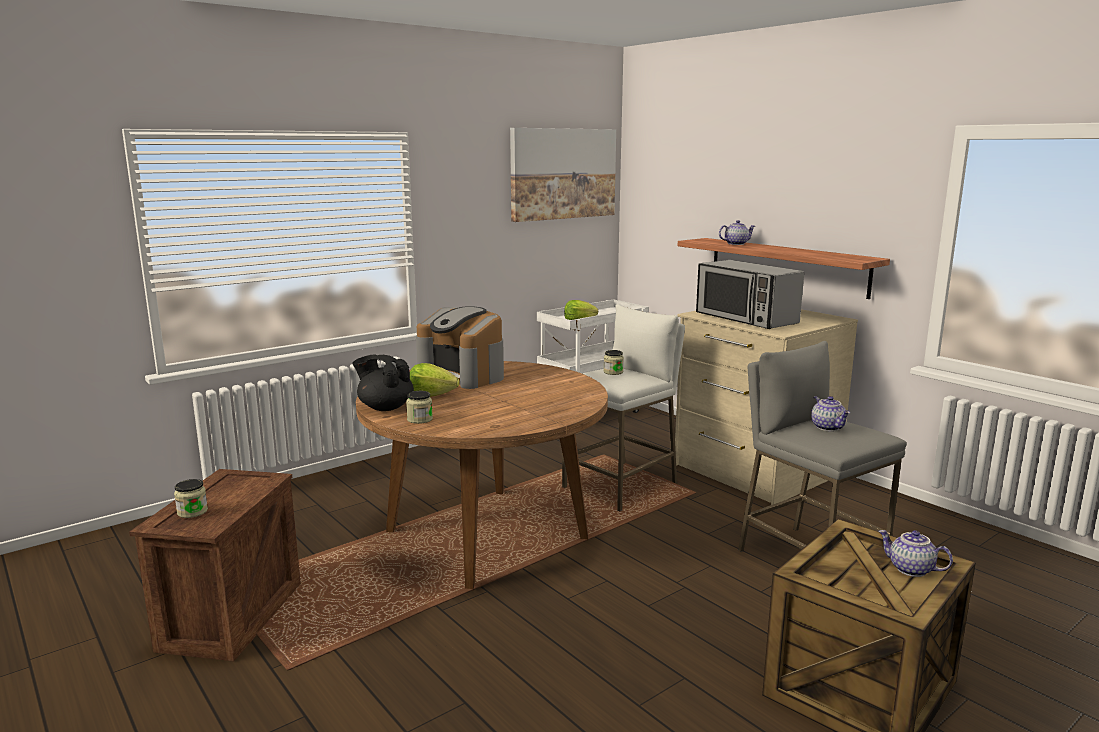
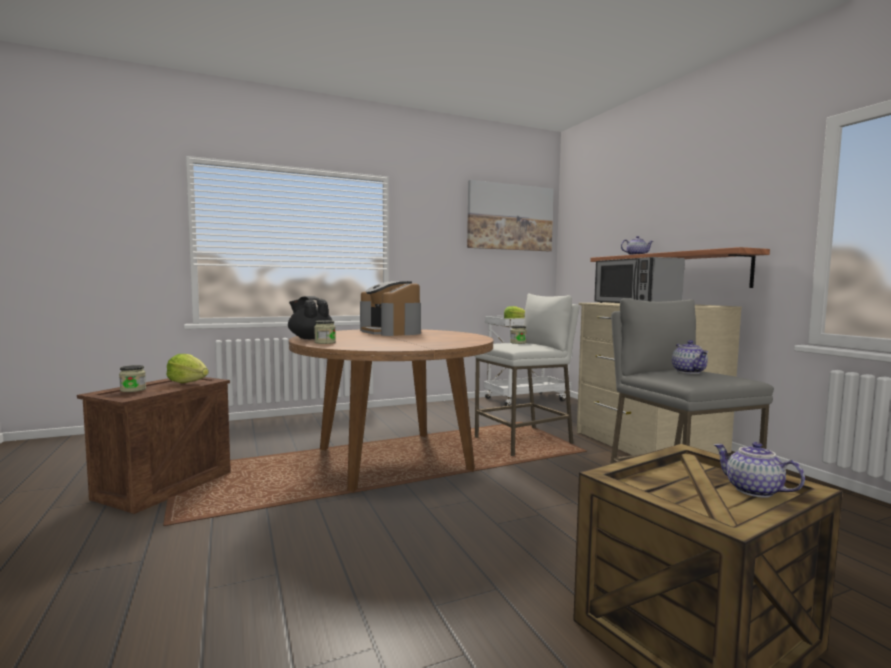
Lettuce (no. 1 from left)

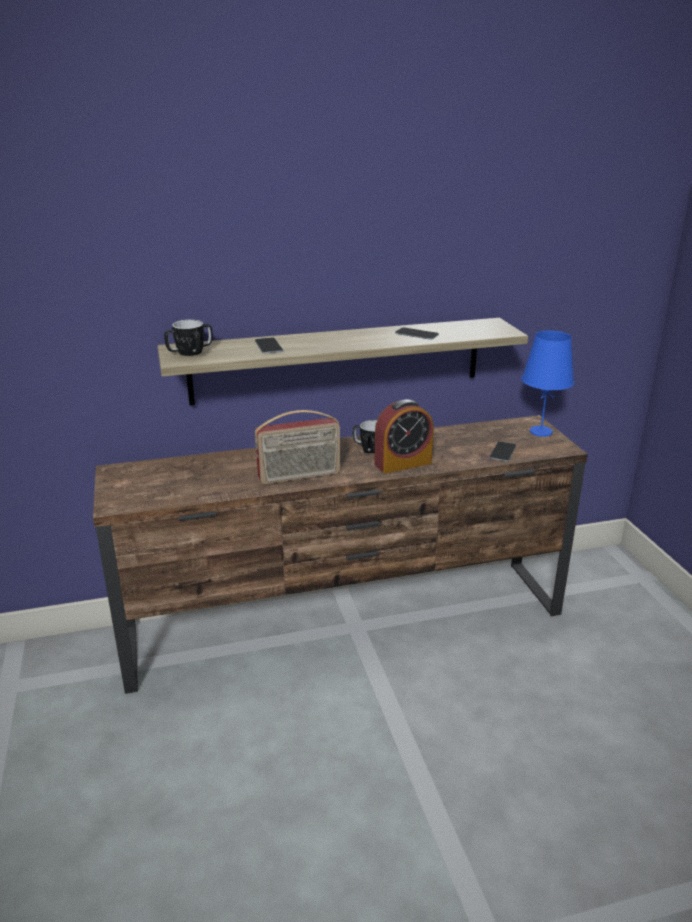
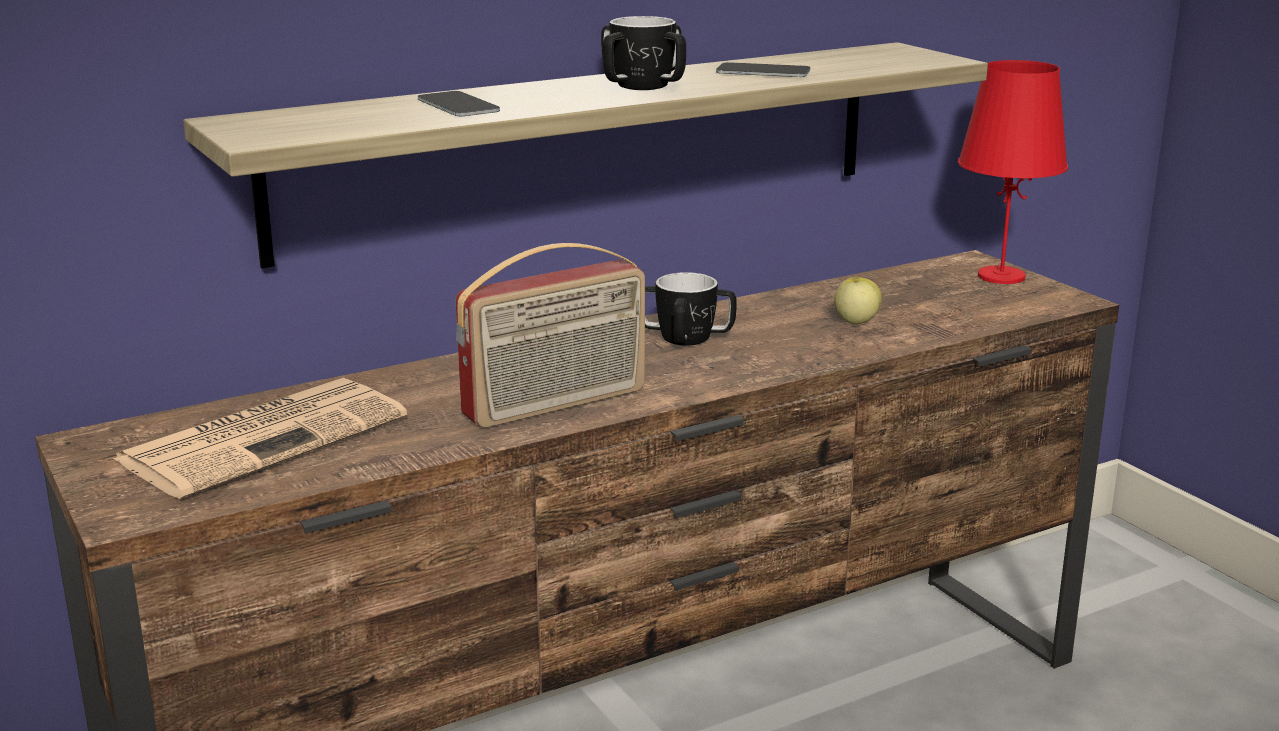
Mug (no. 1 from left); RedTableLamp; AlarmClock; Phone (no. 3 from left in the first image); Apple; Newspaper

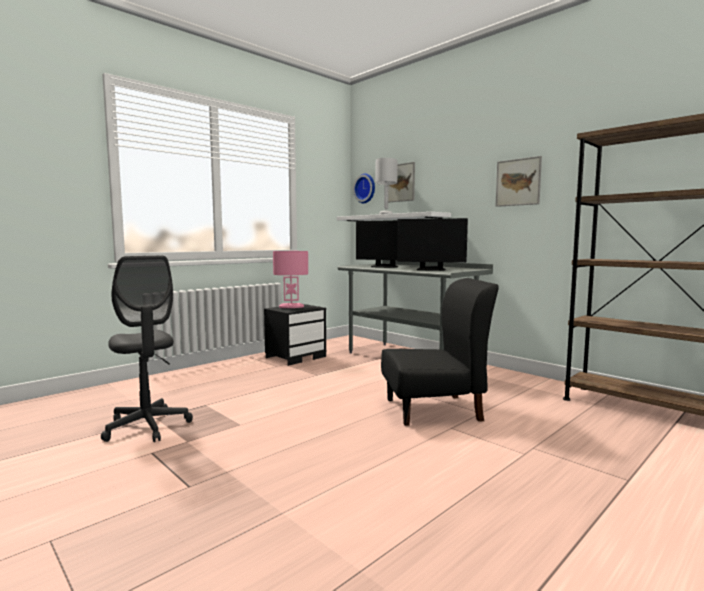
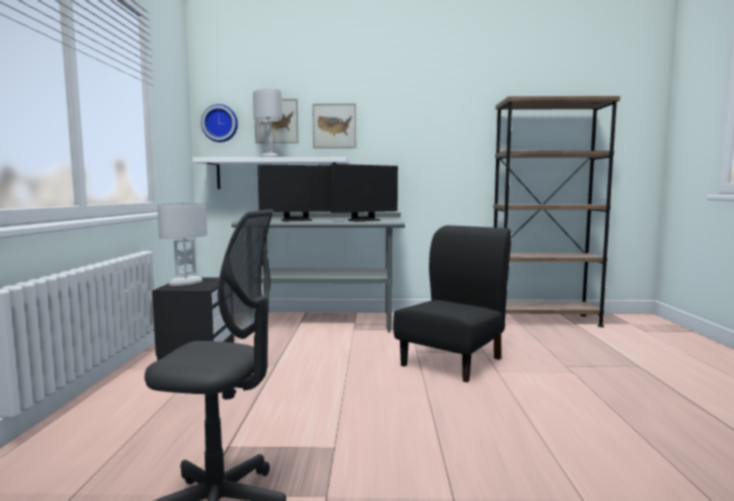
Picture (no. 2 from left); WhiteTableLamp (no. 1 from left)

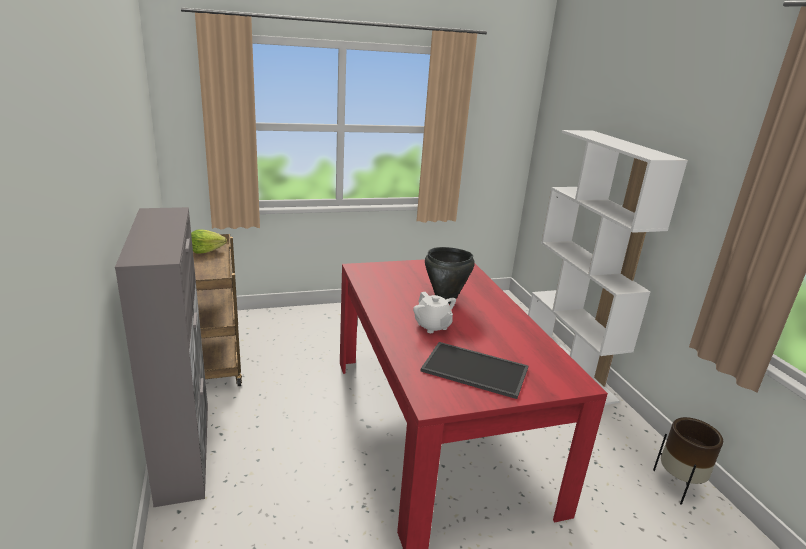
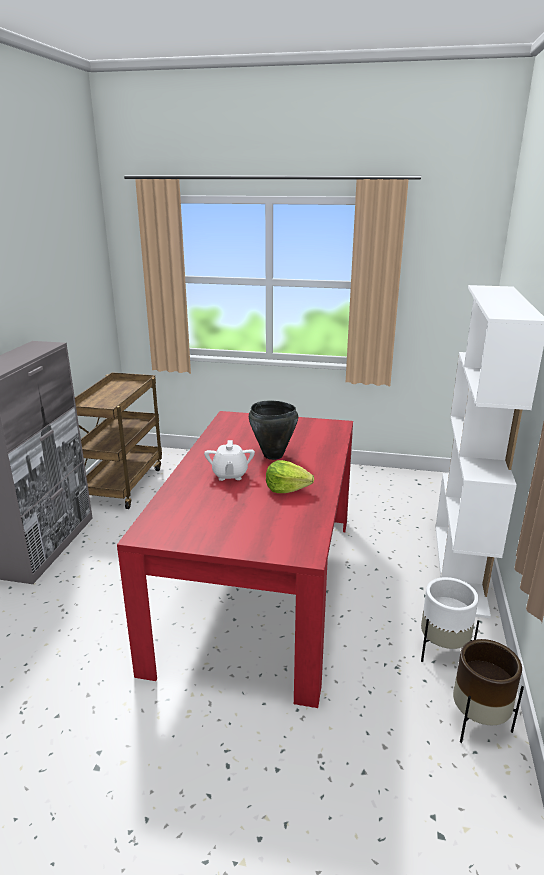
Lettuce; Tray; WhitePlanter

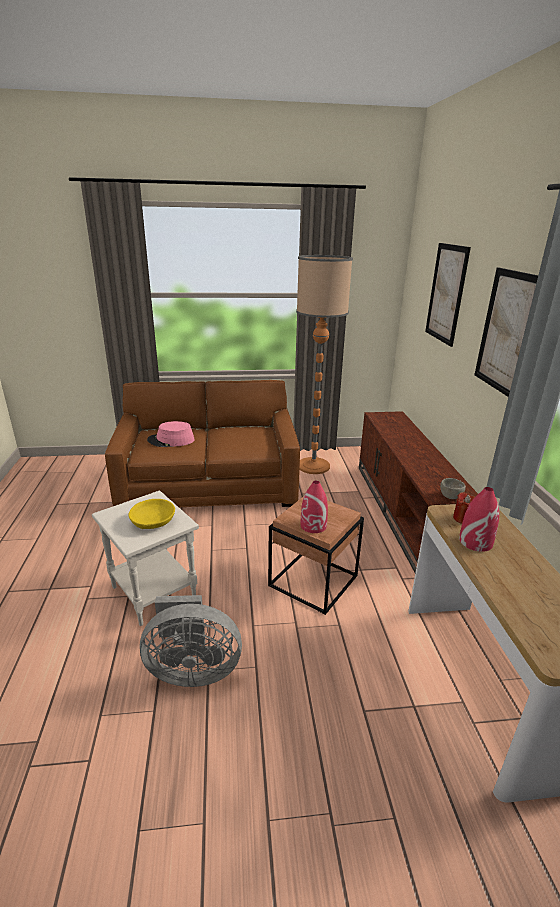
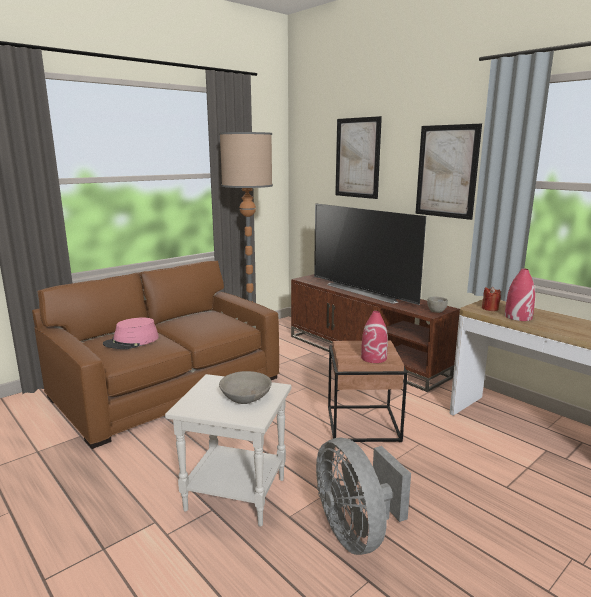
GreyBowl (no. 1 from left); GreyFan; Television

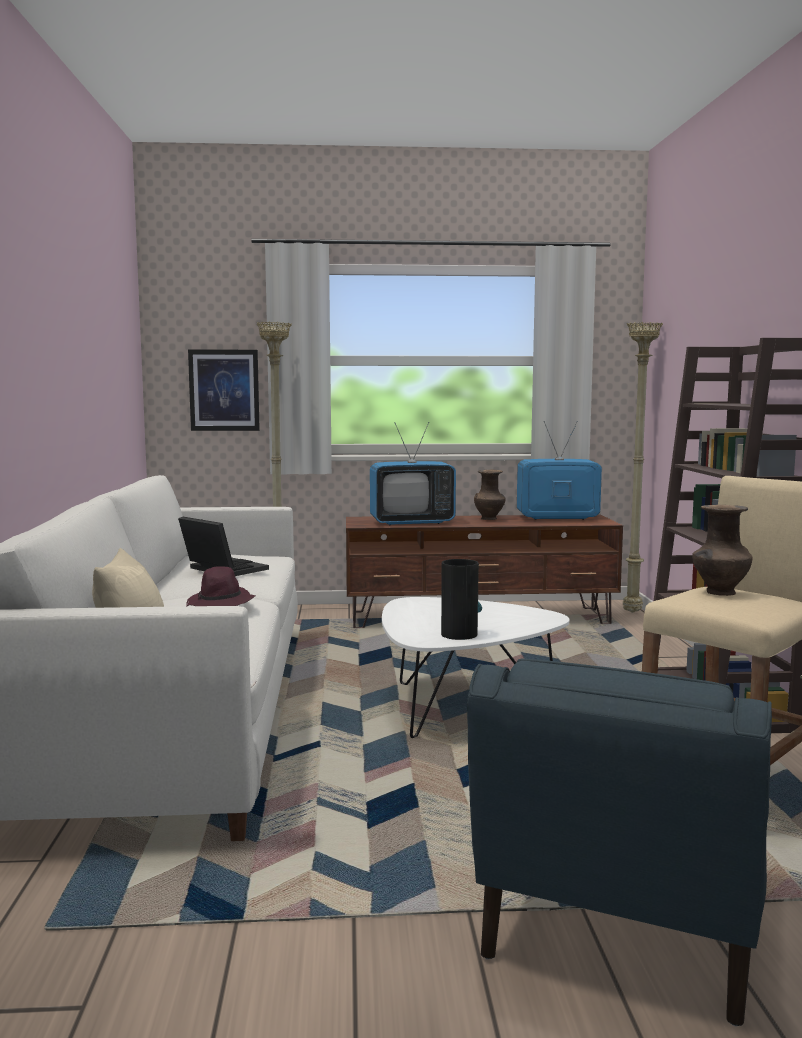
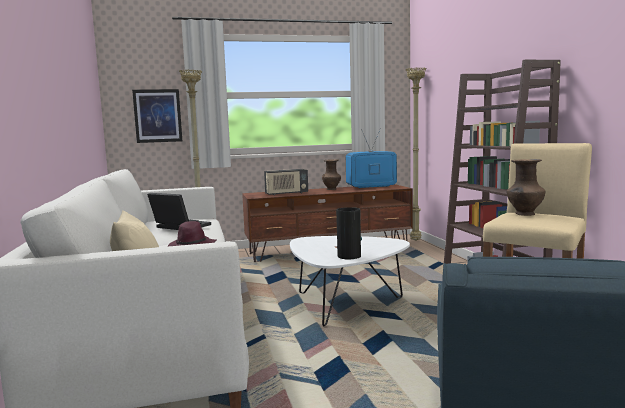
Radio

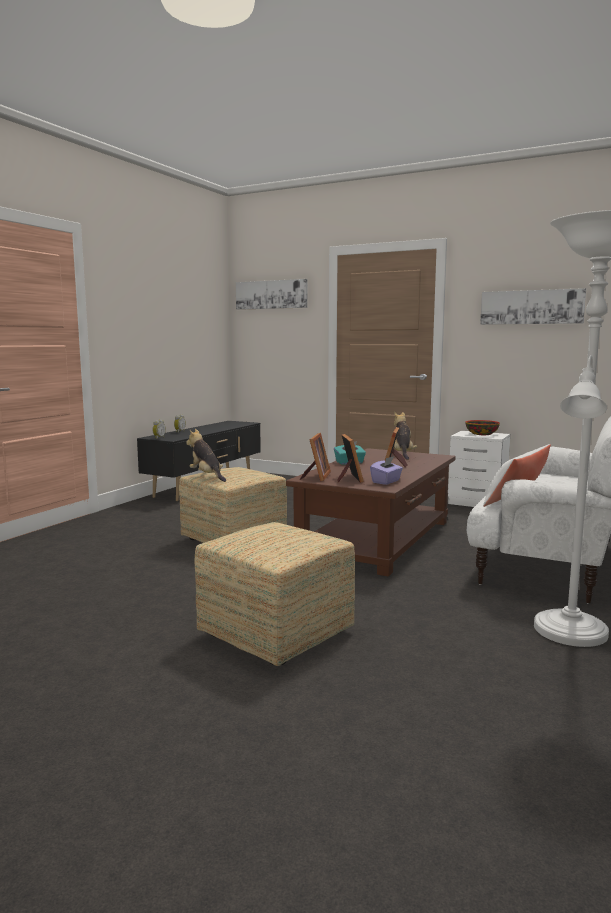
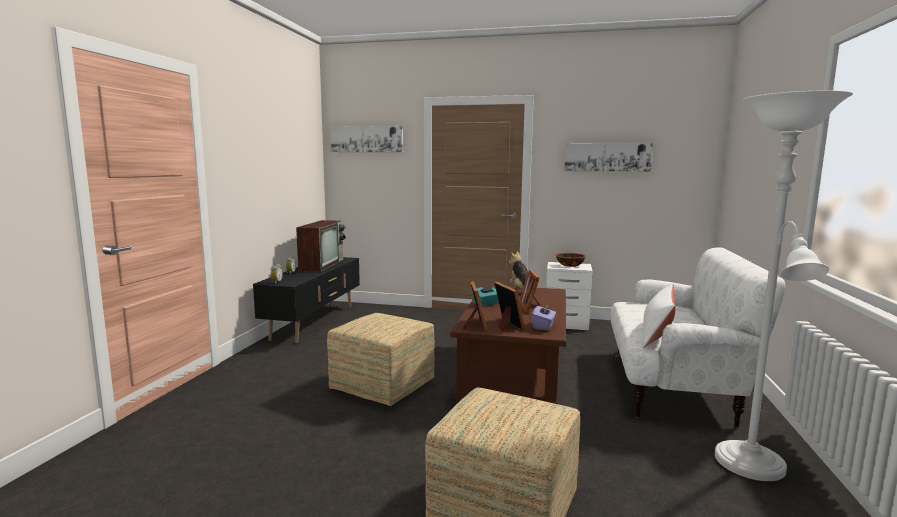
PlushToy (no. 1 from left in the first image); Television

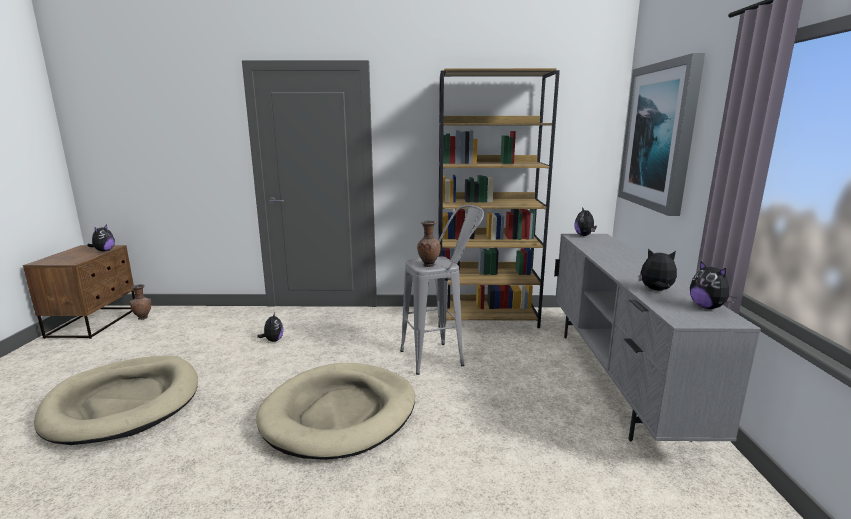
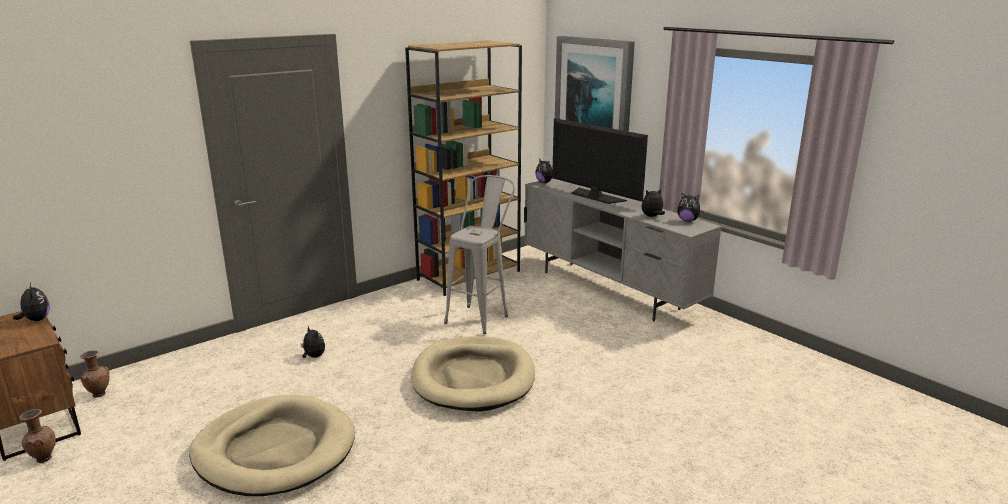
BrownVase (no. 1 from left); Television

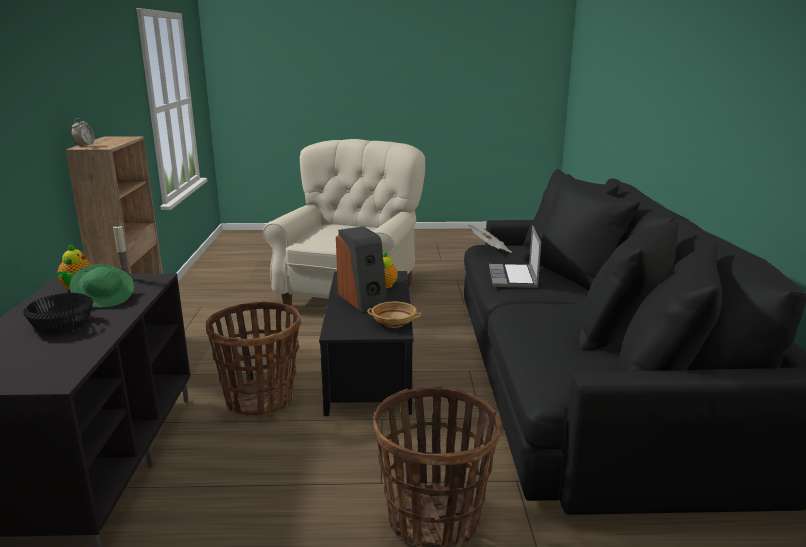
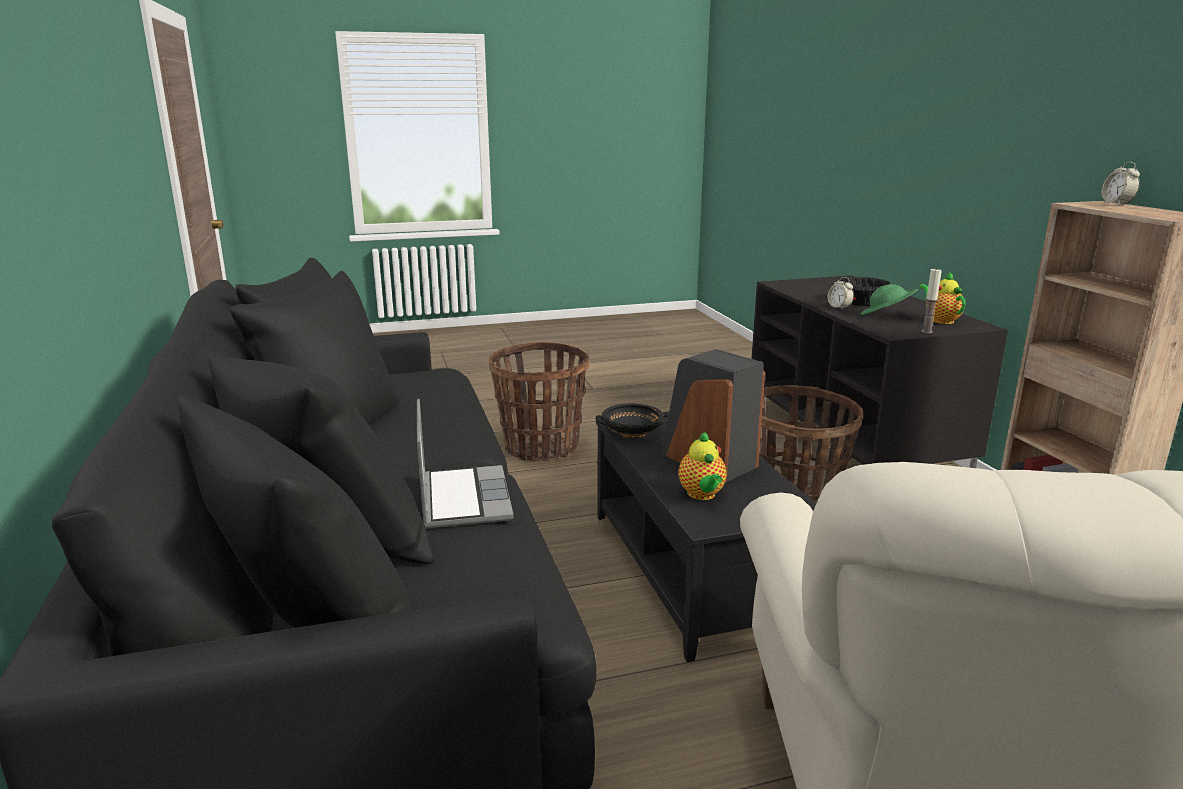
Newspaper; BlackBowl (no. 1 from left); AlarmClock (no. 1 from left)

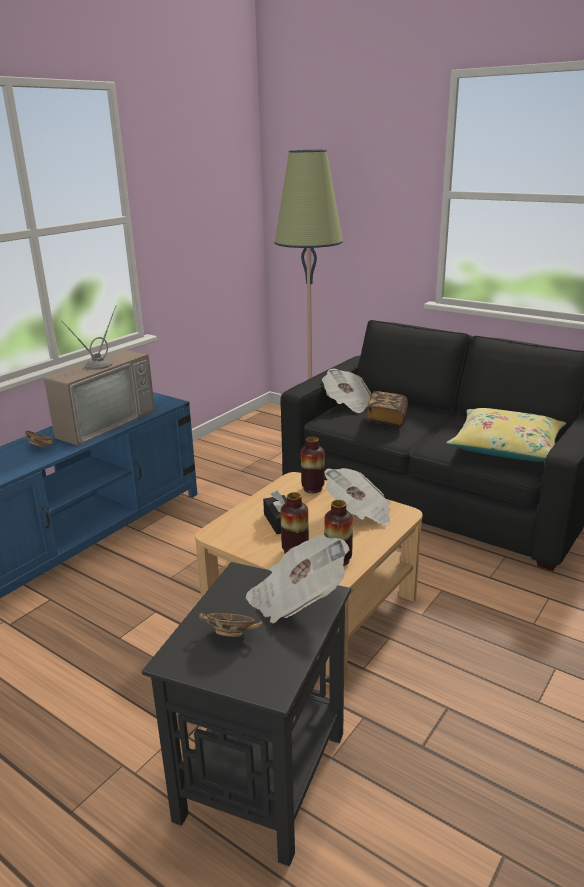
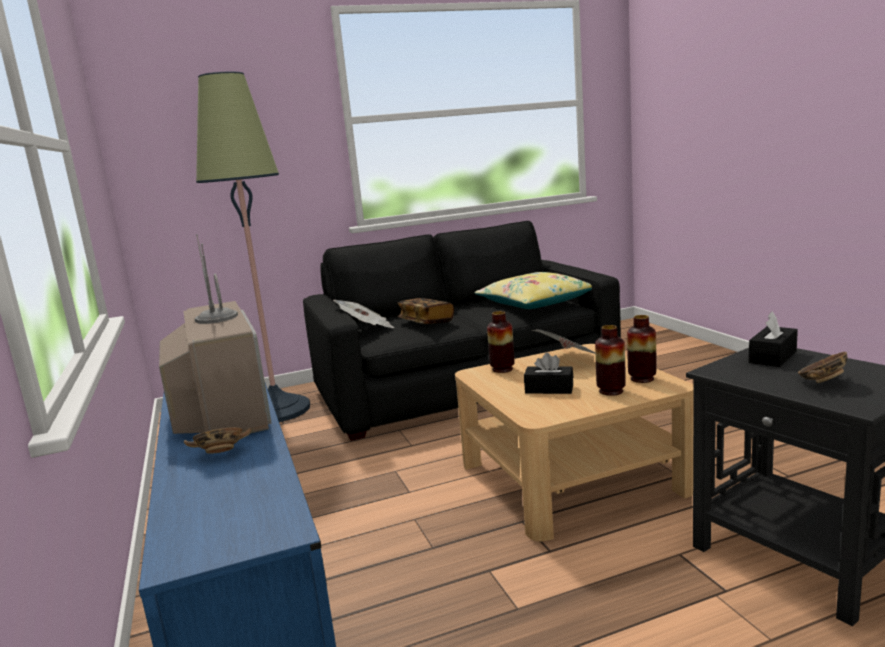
BlackTissueBox (no. 2 from left)

